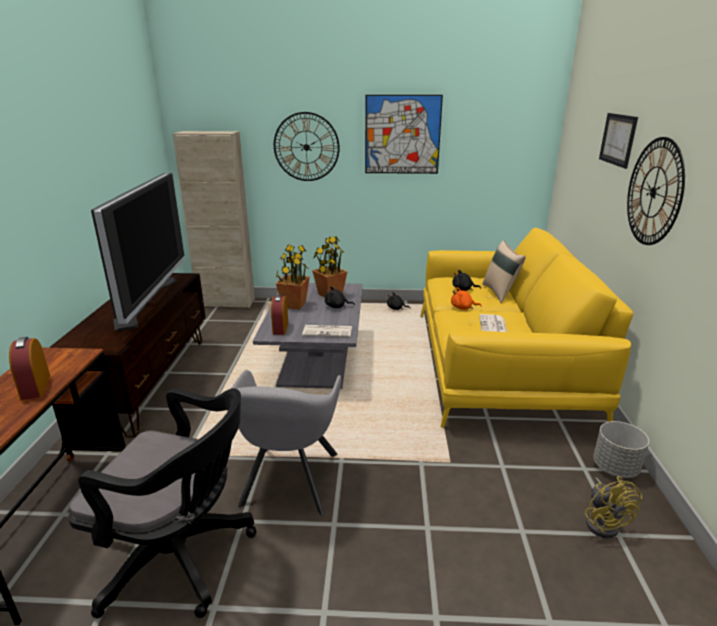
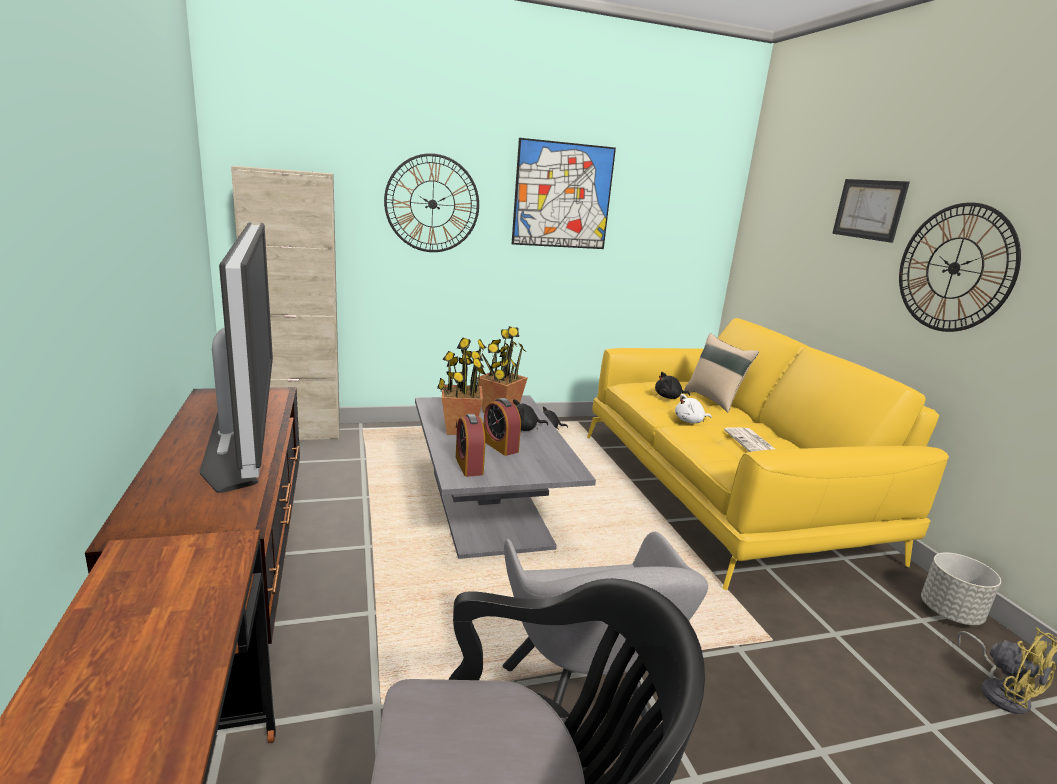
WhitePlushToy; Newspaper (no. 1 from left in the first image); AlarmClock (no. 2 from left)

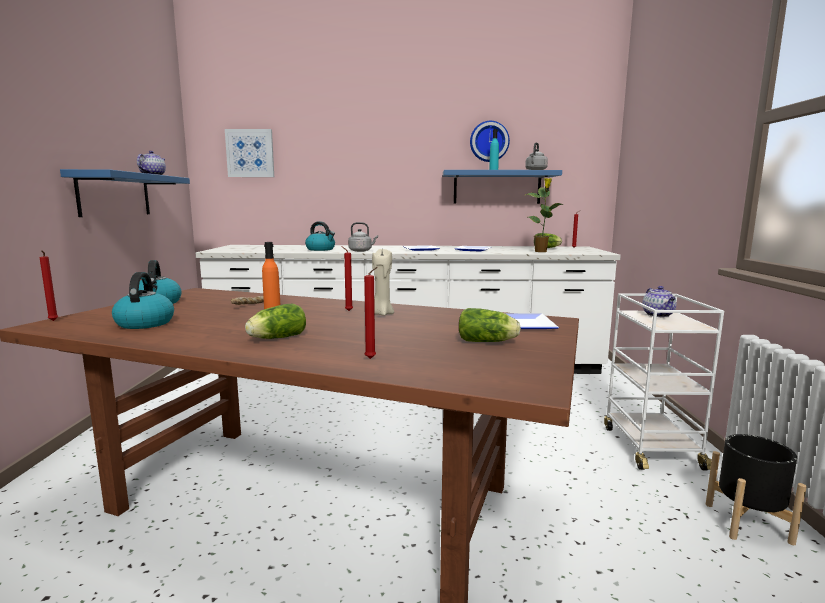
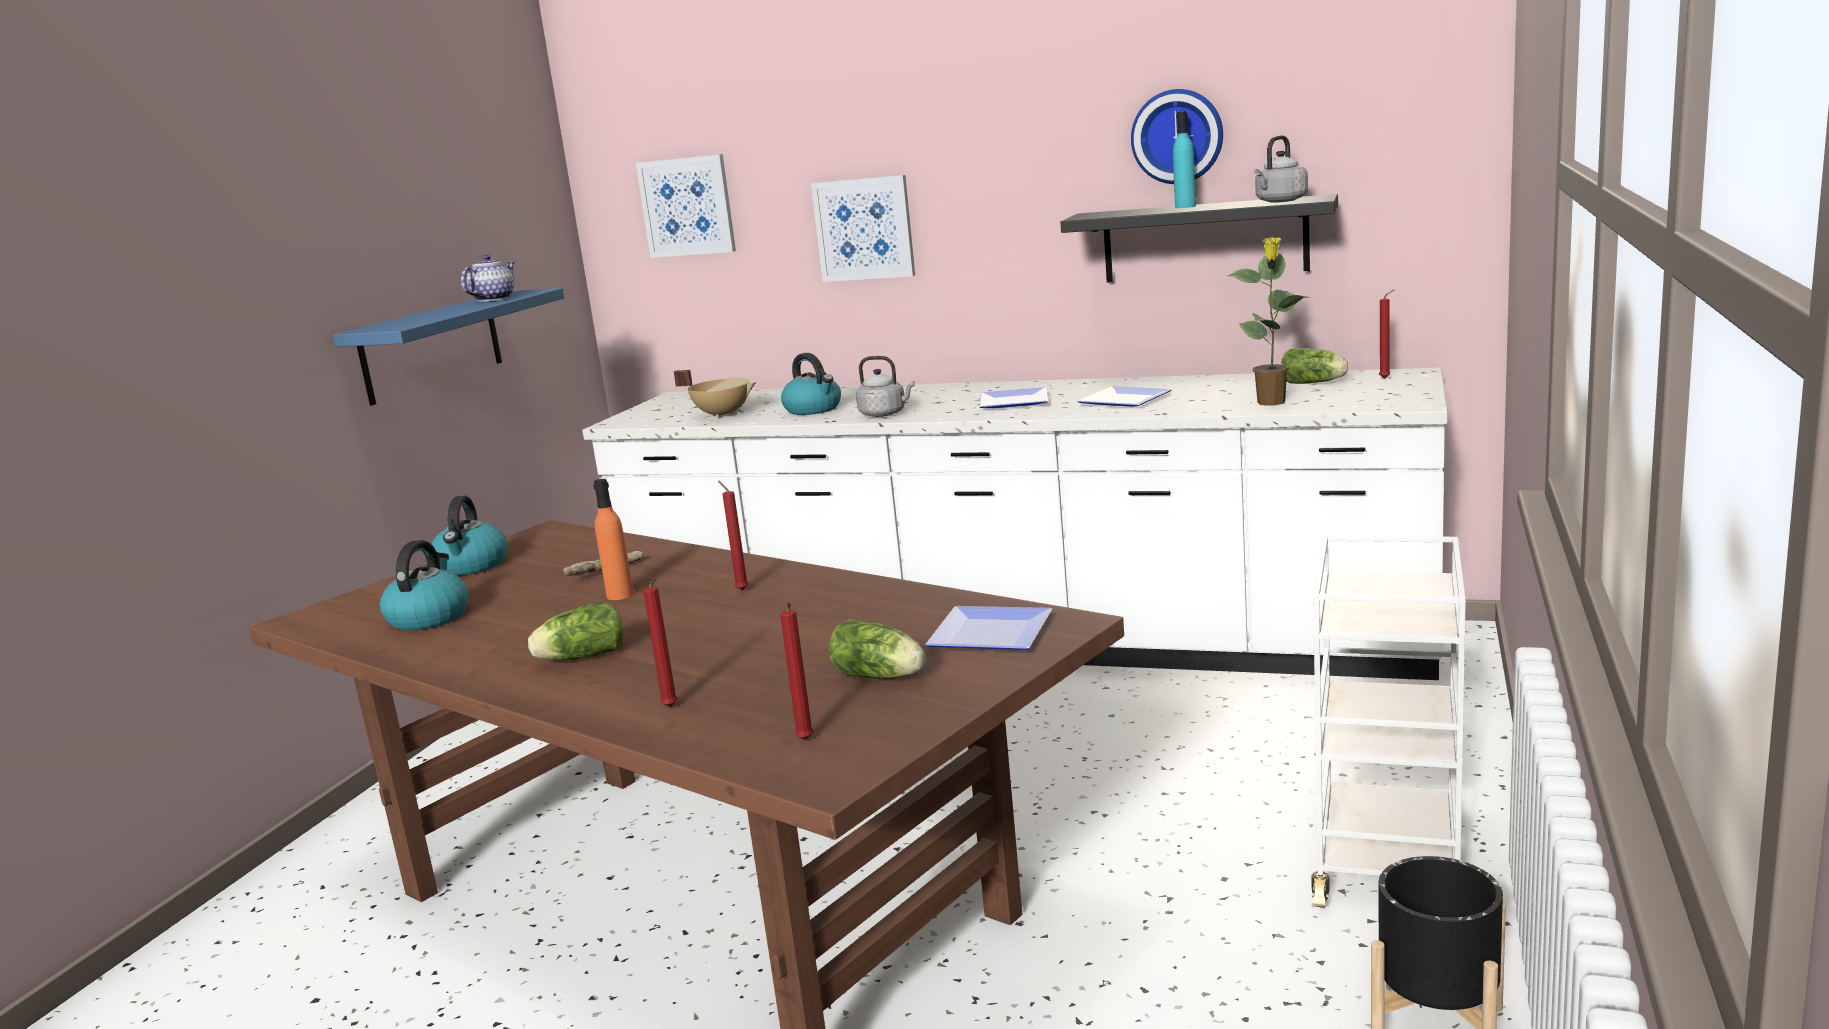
BlackShelf; BeigeCandle; RedCandle (no. 3 from left); Teapot (no. 2 from left in the first image); Picture (no. 2 from left); BeigeCookingPot

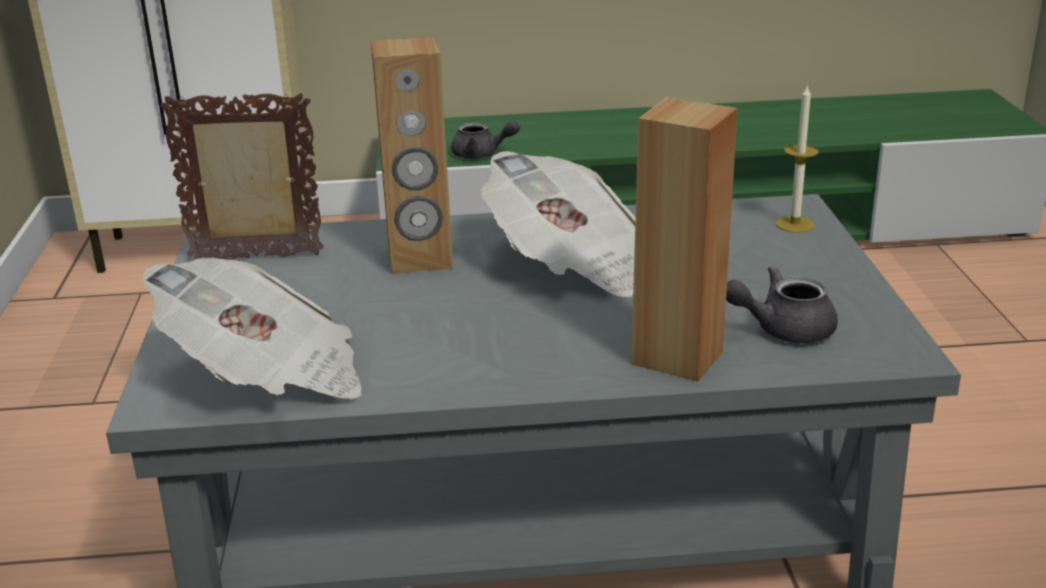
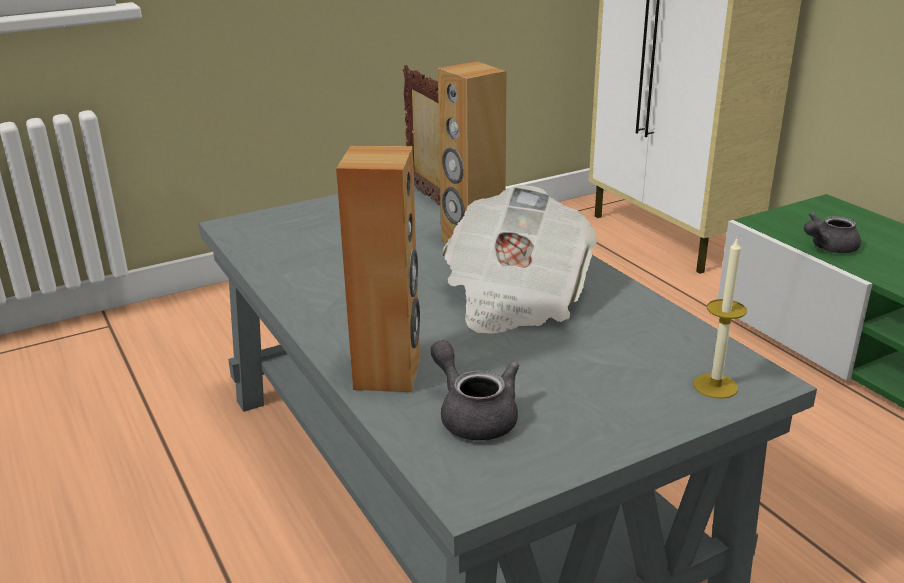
GreyTeapot (no. 2 from left); Newspaper (no. 1 from left in the first image)

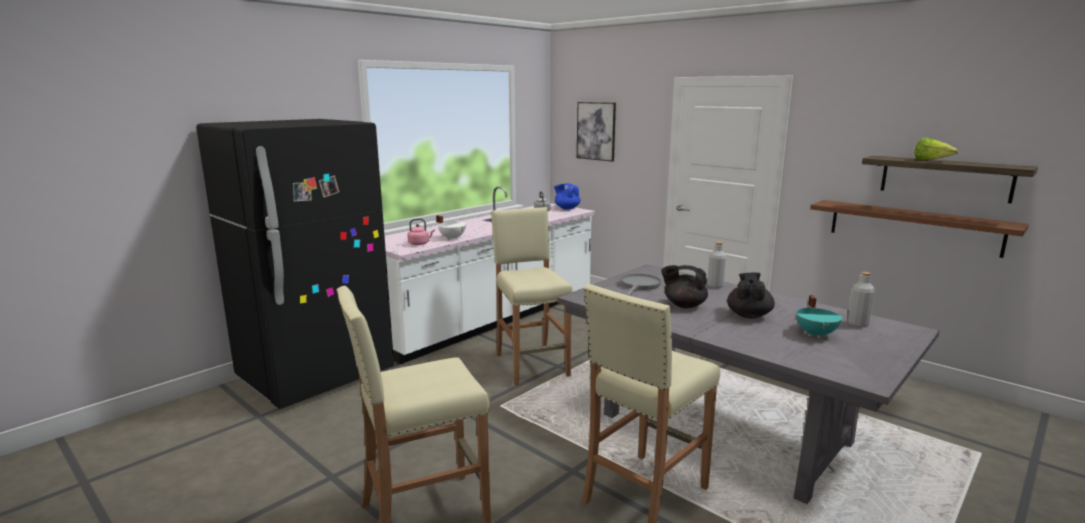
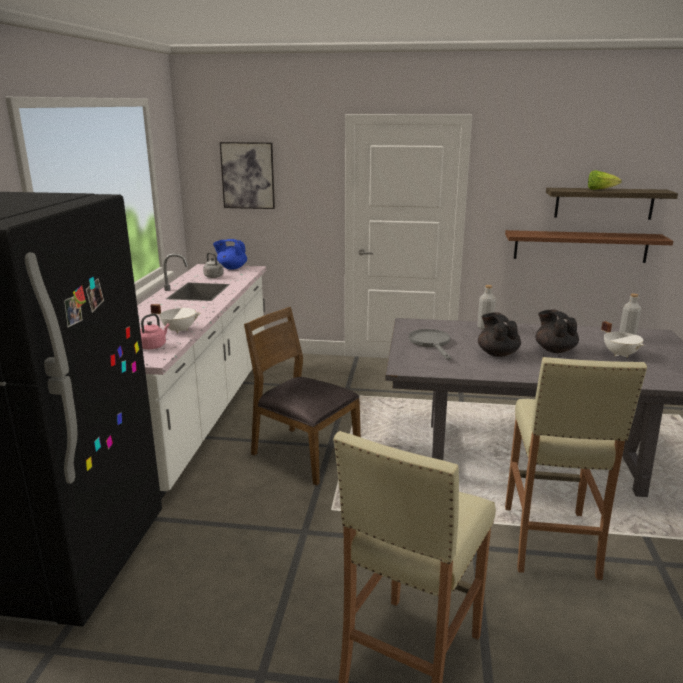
BrownChair; BlackTeapot (no. 1 from left); WhiteCookingPot (no. 2 from left)

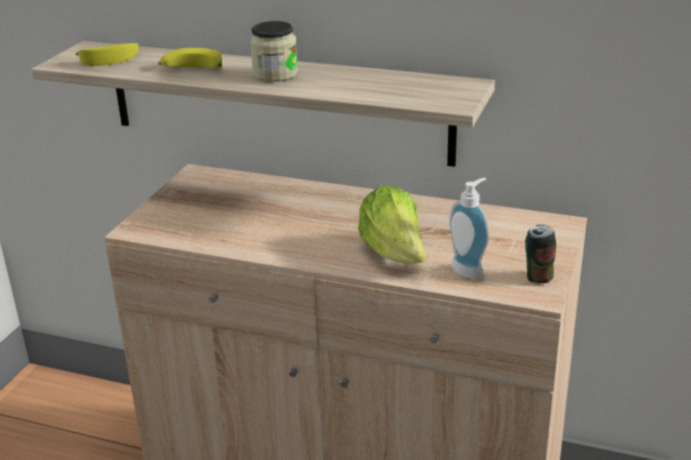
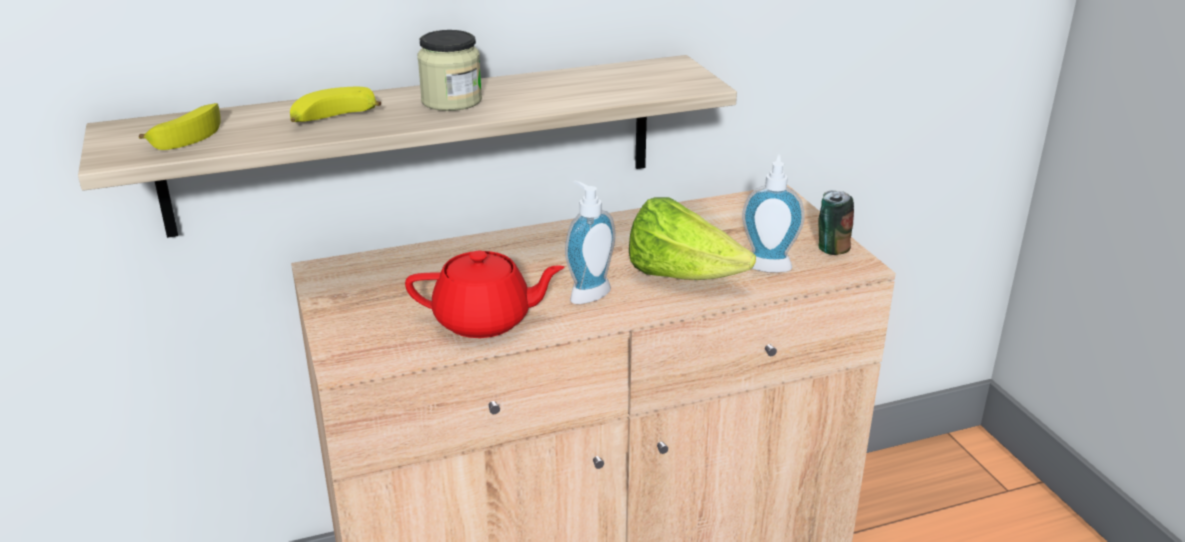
SoapDispenser (no. 1 from left); RedTeapot

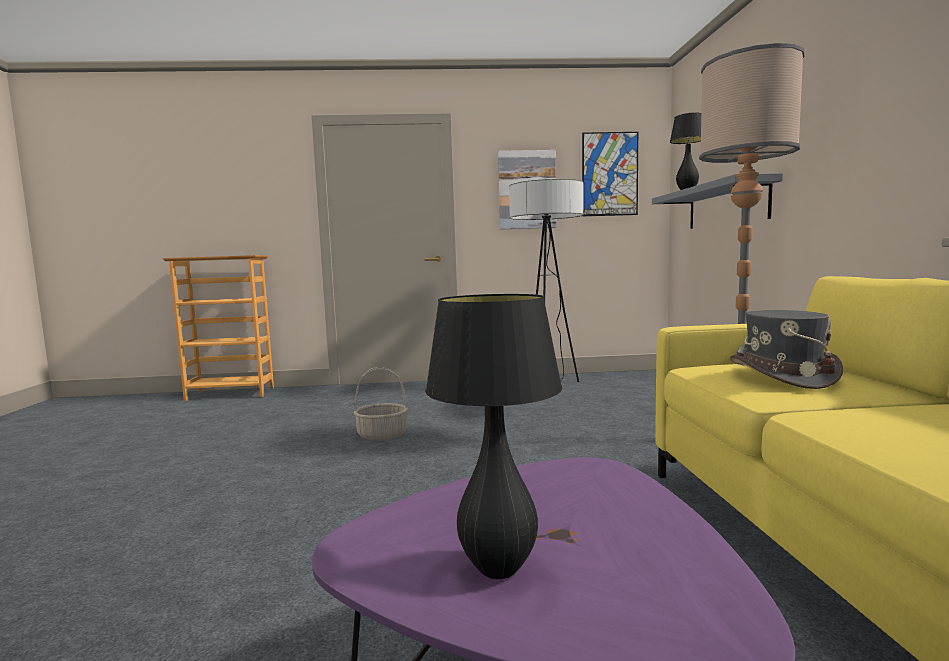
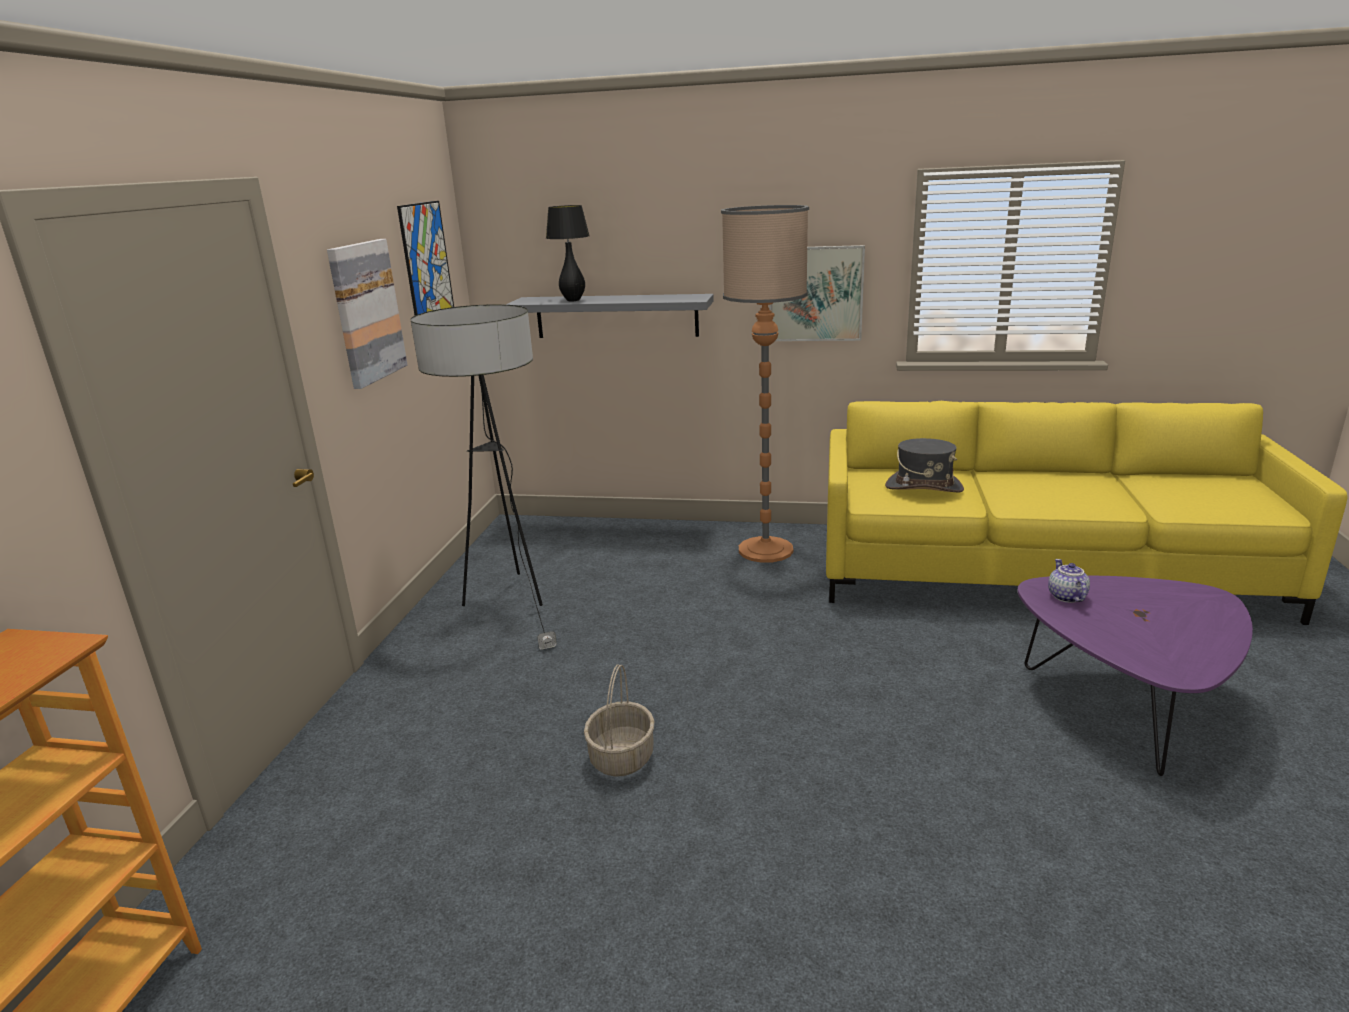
BlackTableLamp (no. 1 from left in the first image); Picture (no. 3 from left); Teapot

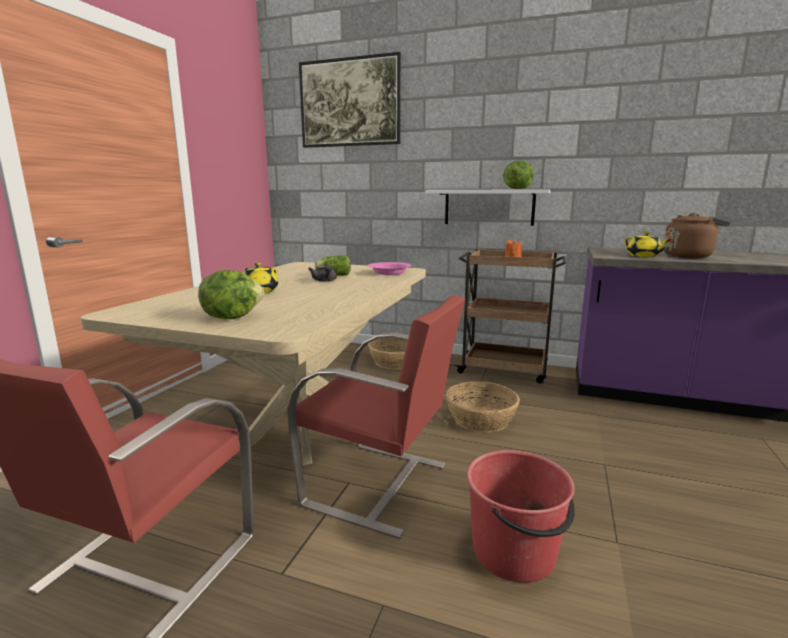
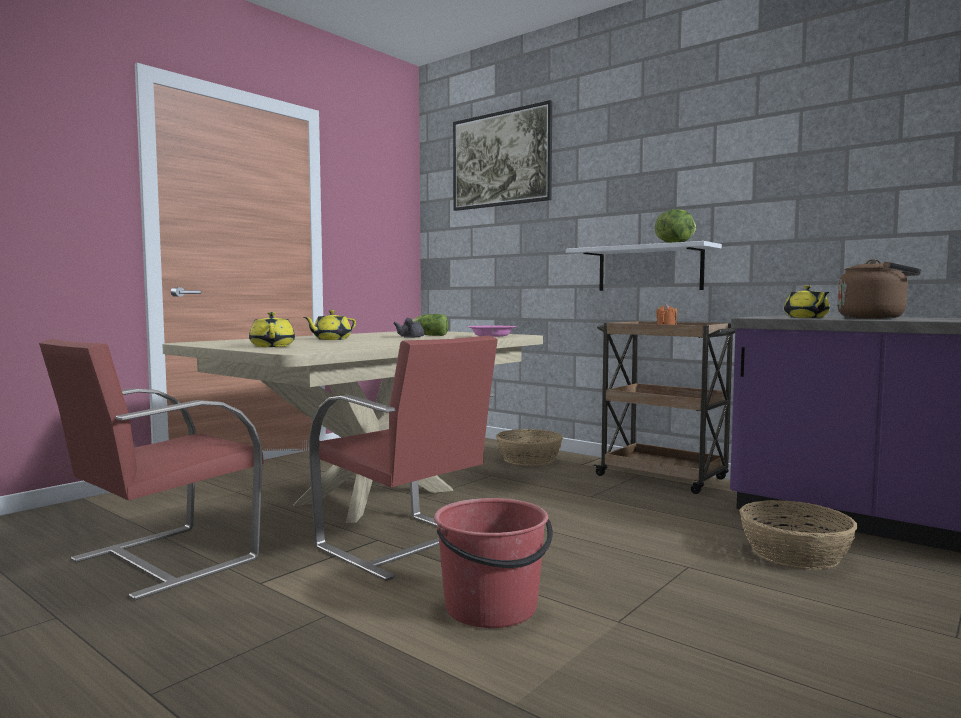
YellowTeapot (no. 1 from left); Basket (no. 2 from left)

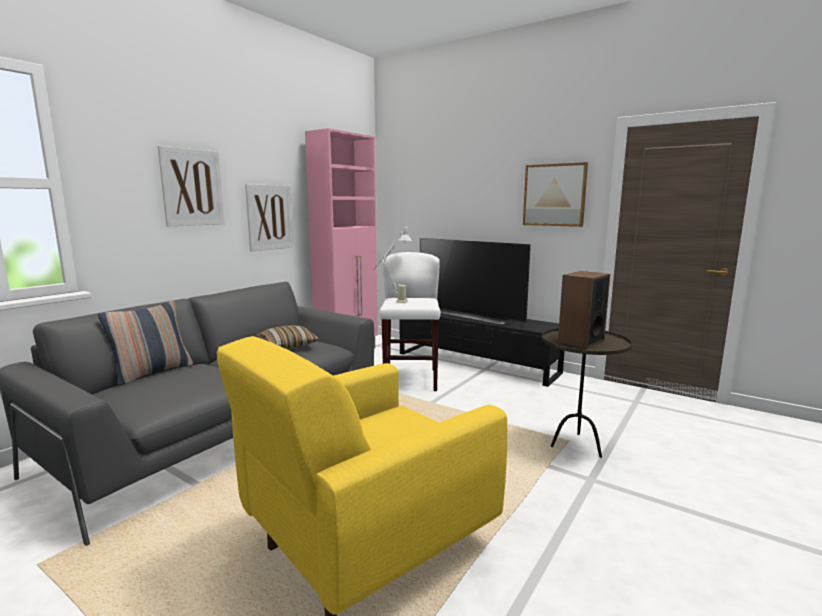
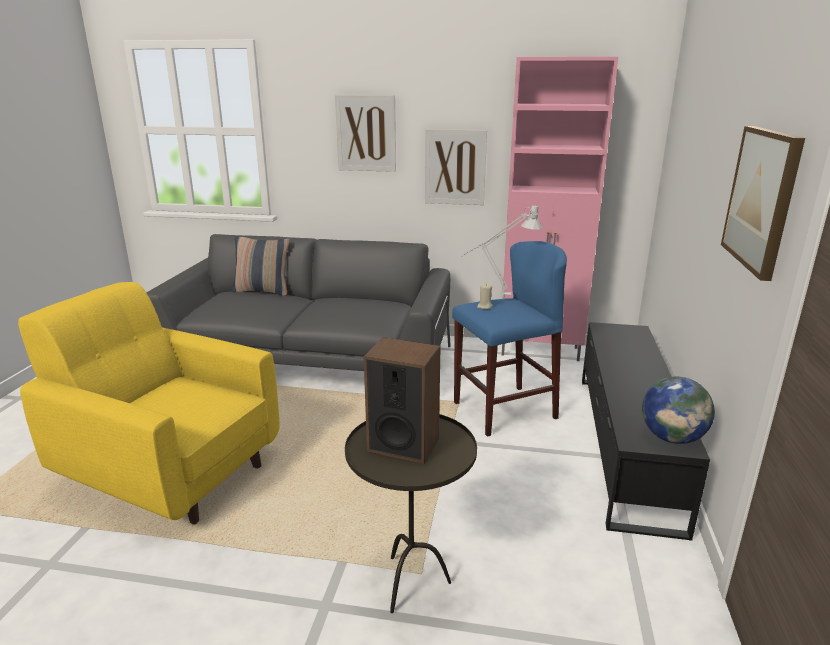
Television; BlueStool; Pillow (no. 2 from left in the first image); Globe

